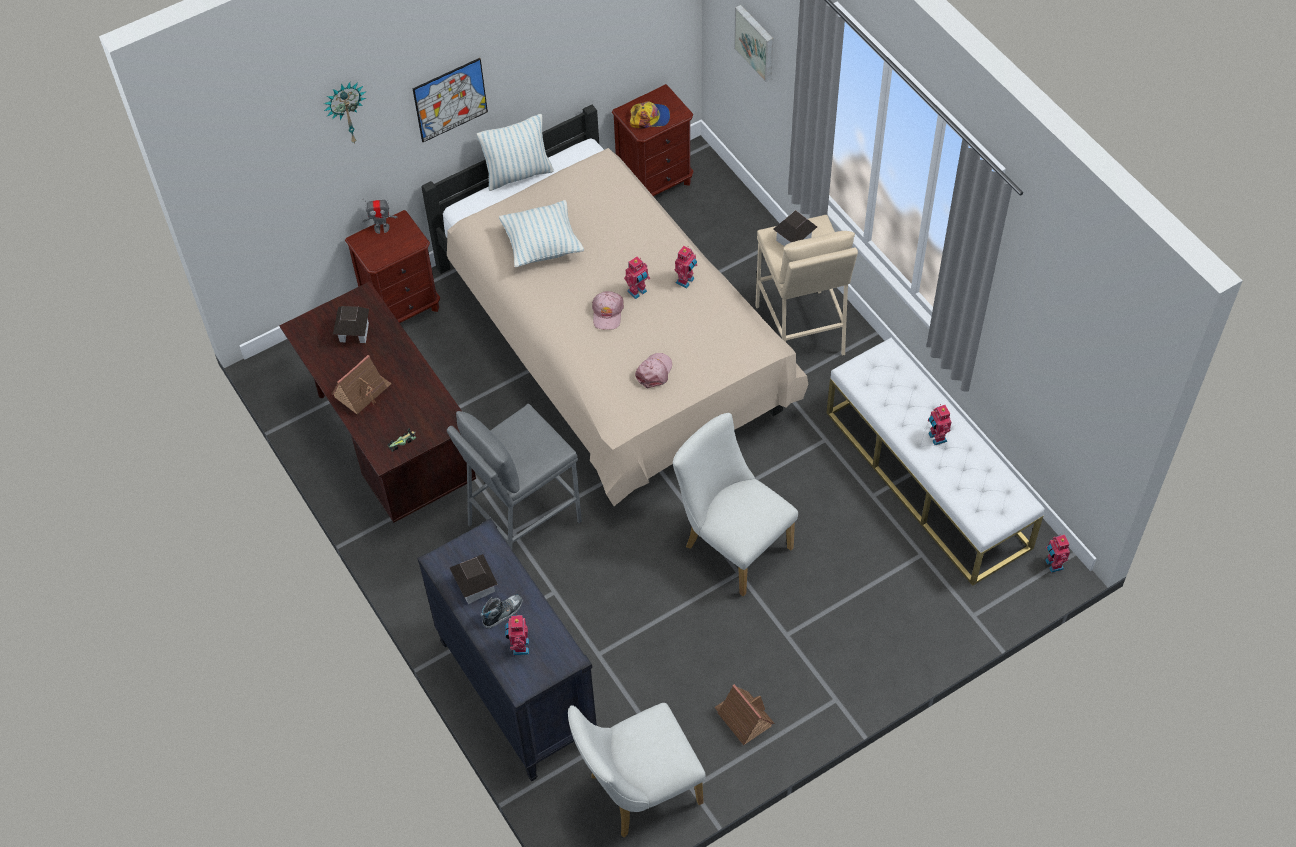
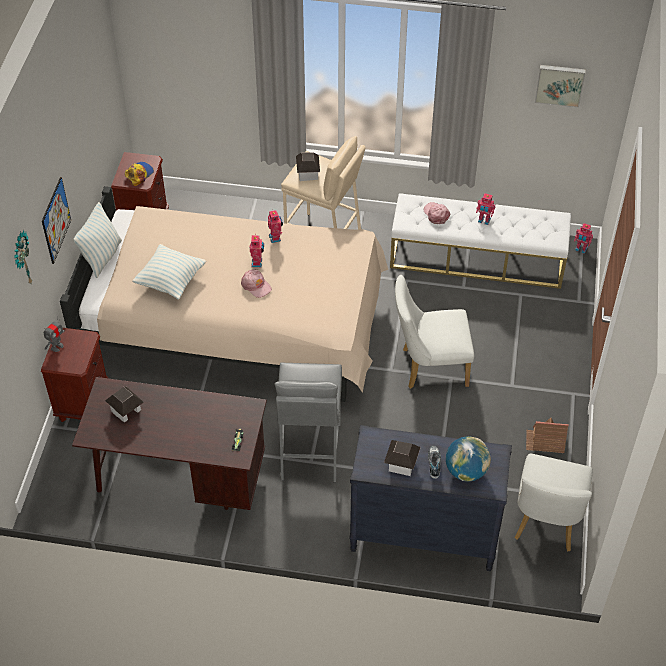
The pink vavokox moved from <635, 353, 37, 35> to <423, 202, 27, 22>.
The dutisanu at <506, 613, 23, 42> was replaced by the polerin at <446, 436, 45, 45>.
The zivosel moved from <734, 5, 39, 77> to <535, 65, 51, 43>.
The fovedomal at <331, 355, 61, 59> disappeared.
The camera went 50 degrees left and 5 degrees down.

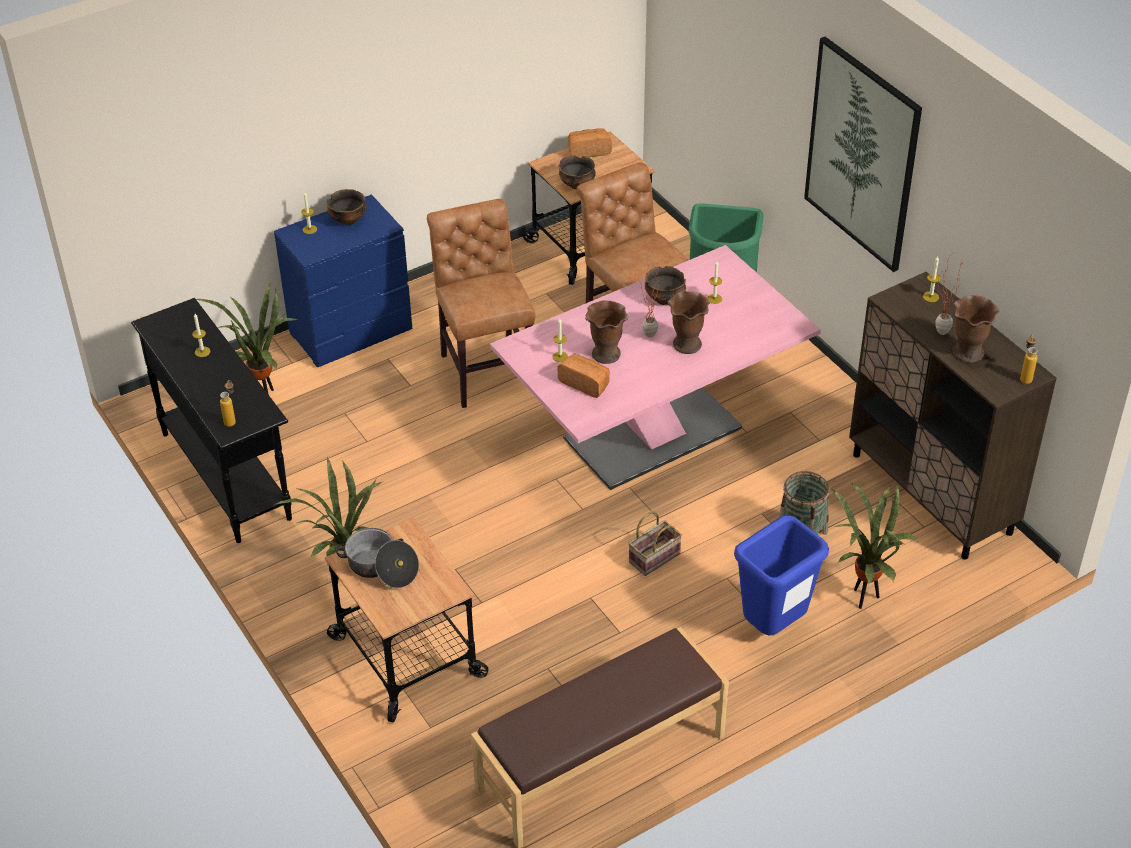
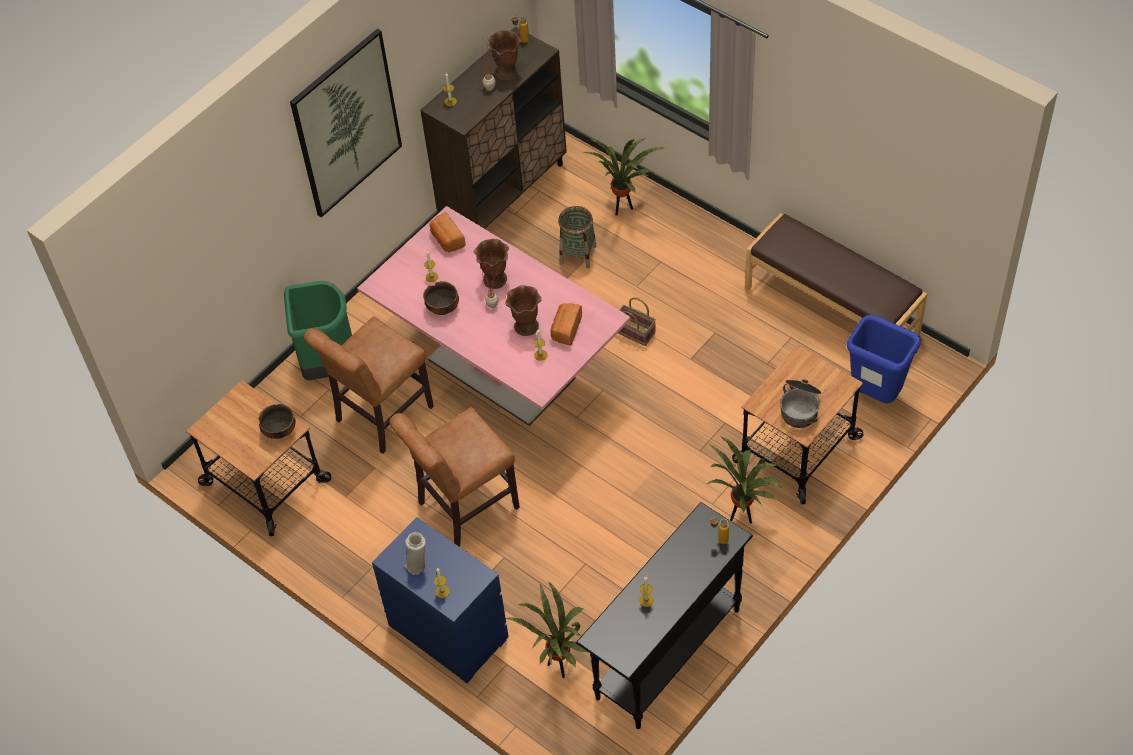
The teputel at <327, 189, 39, 36> was replaced by the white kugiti at <405, 532, 21, 43>.
The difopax moved from <568, 128, 44, 31> to <429, 212, 37, 40>.
The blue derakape moved from <734, 516, 95, 119> to <847, 315, 74, 88>.
The camera went 105 degrees left and 10 degrees up.

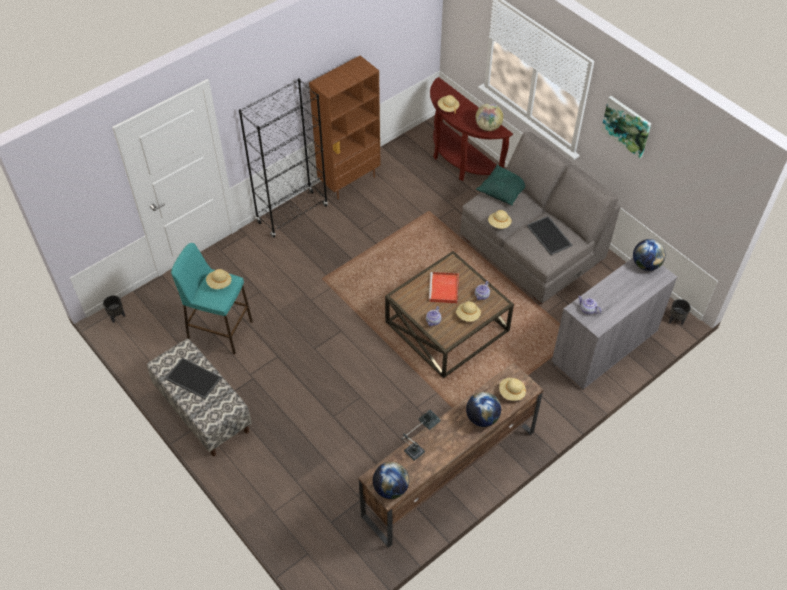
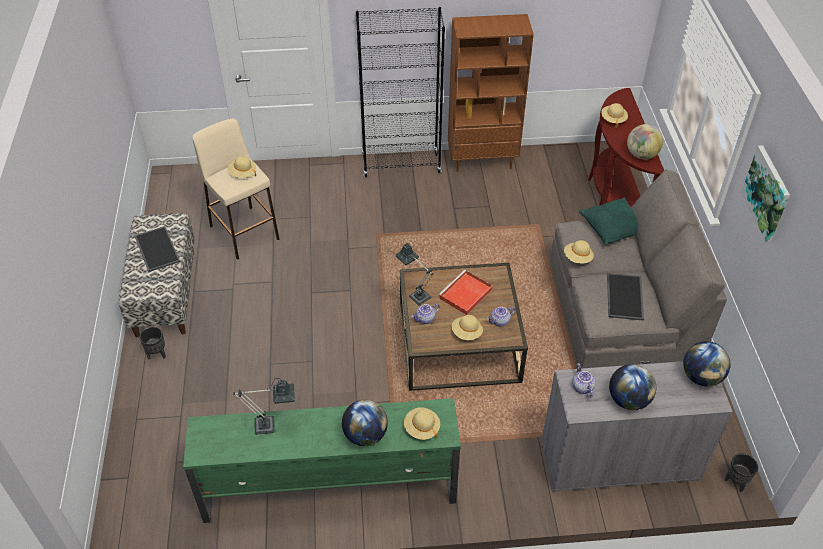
The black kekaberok moved from <103, 295, 22, 28> to <139, 327, 27, 32>.
The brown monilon at <358, 362, 185, 186> became the green monilon at <183, 398, 278, 125>.
The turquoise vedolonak at <171, 243, 82, 112> became the beige vedolonak at <192, 118, 87, 142>.
The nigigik at <395, 243, 39, 62> appeared.
The polerin moved from <373, 462, 36, 37> to <609, 364, 48, 46>.
The camera went 35 degrees right and 5 degrees down.

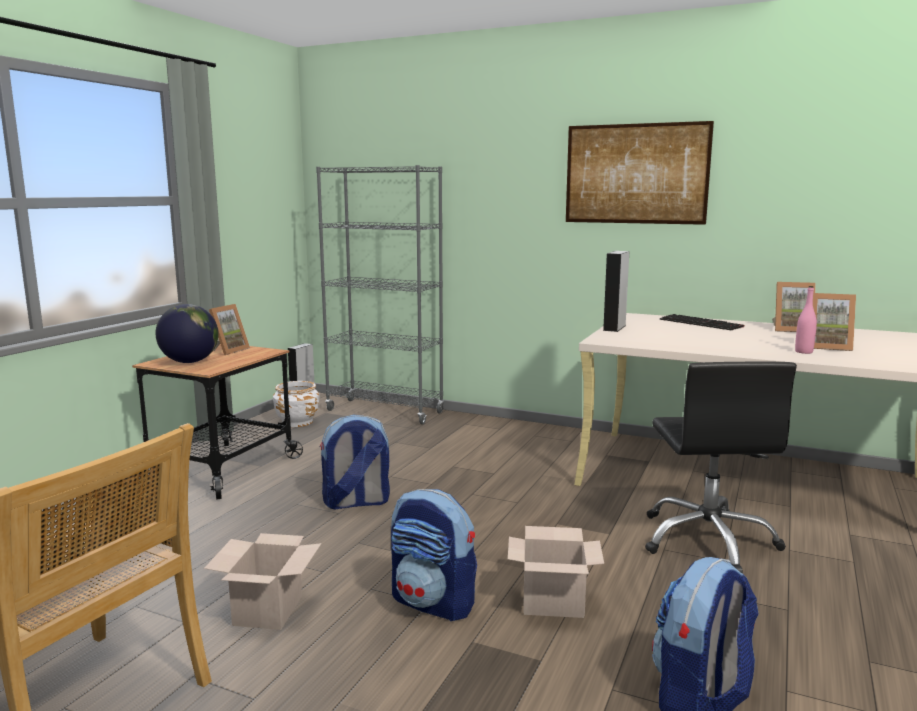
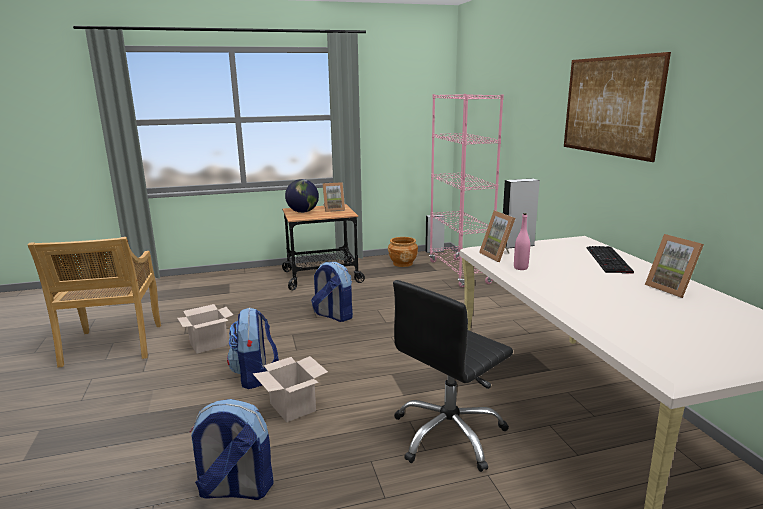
The white kekaberok at <273, 381, 46, 46> became the brown kekaberok at <388, 237, 30, 30>.
The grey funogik at <316, 165, 128, 260> became the pink funogik at <429, 94, 75, 193>.
The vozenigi moved from <813, 293, 43, 58> to <479, 211, 36, 51>.
The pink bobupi moved from <795, 286, 22, 68> to <514, 213, 16, 57>.
The camera went 50 degrees right and 5 degrees up.

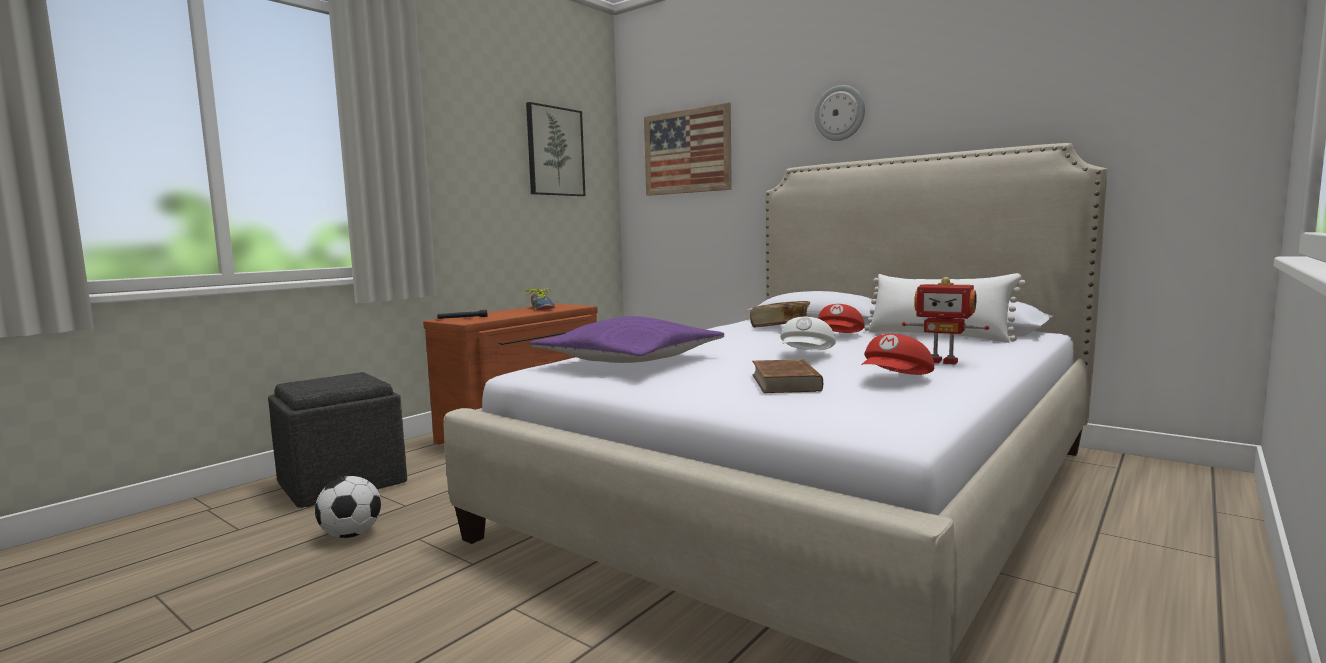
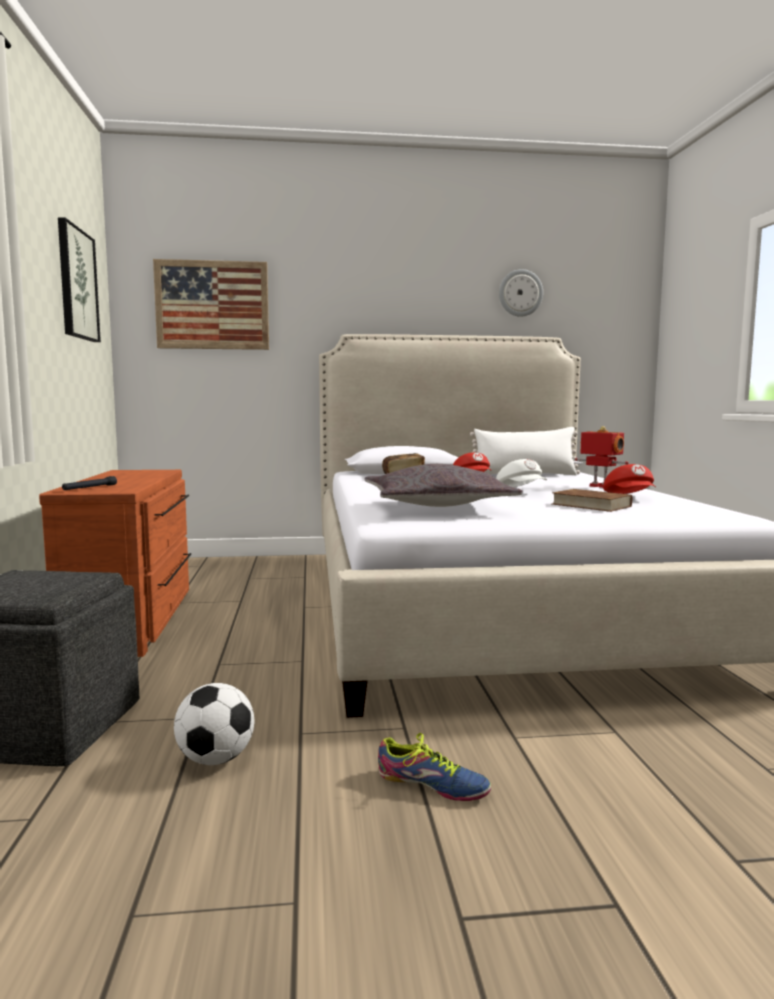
The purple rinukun at <530, 316, 194, 47> became the grey rinukun at <364, 464, 159, 43>.
The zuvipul moved from <525, 288, 30, 22> to <378, 733, 113, 68>.
The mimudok moved from <814, 85, 51, 56> to <499, 269, 44, 48>.
The dutisanu at <902, 277, 87, 88> turned 120 degrees counterclockwise.
The camera went 45 degrees left and 0 degrees up.

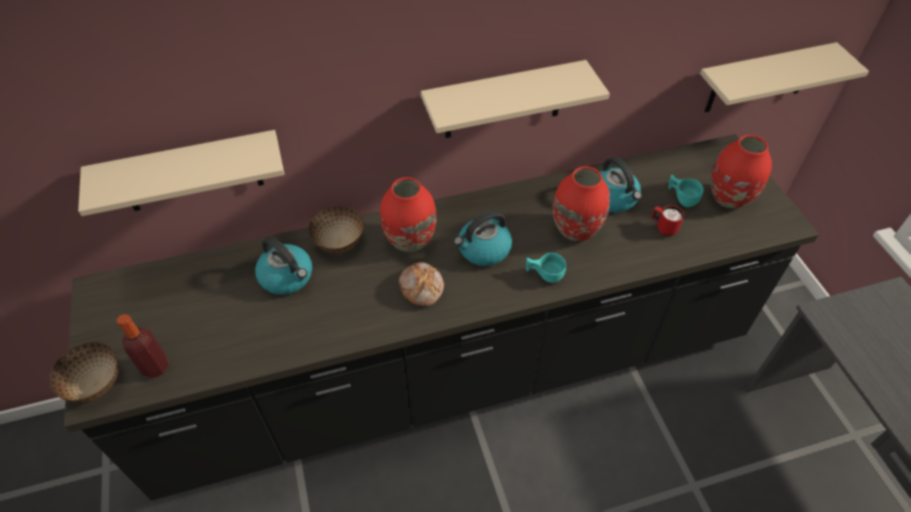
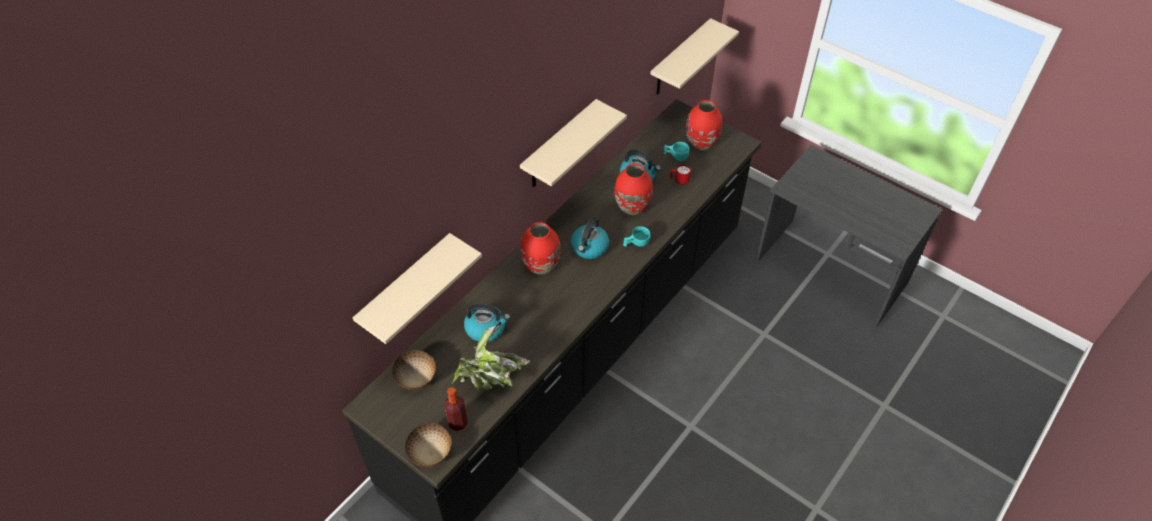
The teputel moved from <308, 206, 57, 47> to <392, 351, 44, 39>.
The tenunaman at <452, 322, 78, 68> appeared.
The difopax at <399, 262, 45, 45> disappeared.
The camera went 35 degrees left and 0 degrees up.

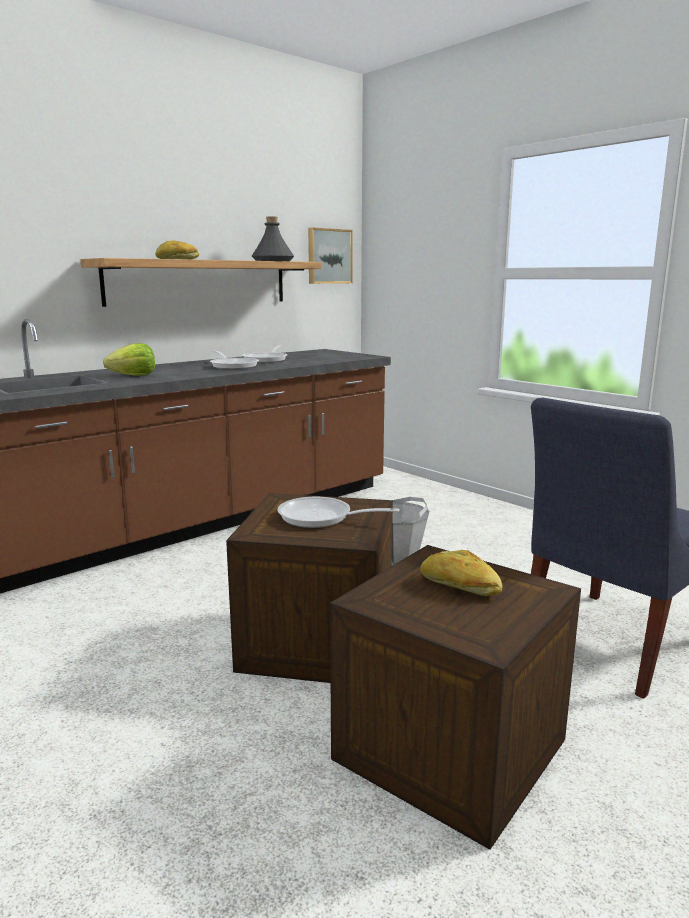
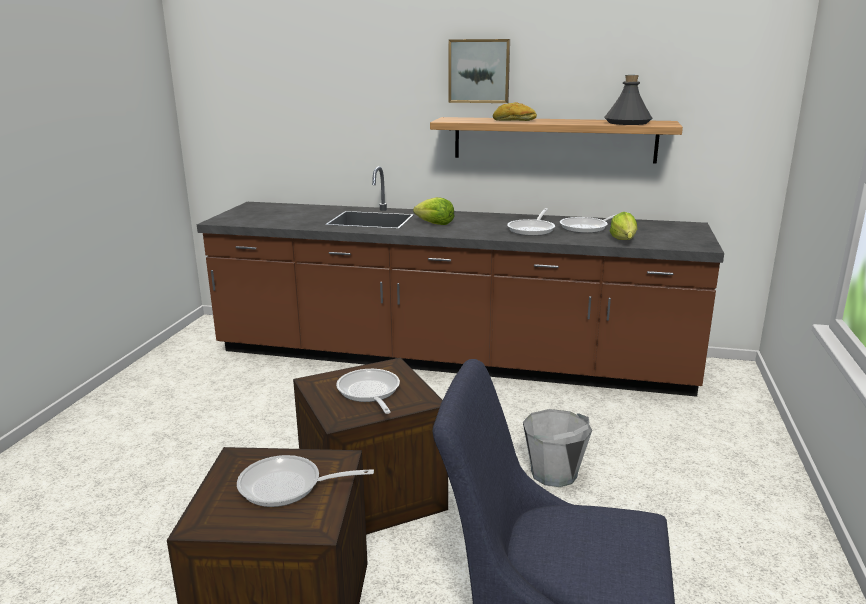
The difopax at <420, 550, 82, 46> was replaced by the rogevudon at <237, 455, 137, 52>.
The zivosel moved from <308, 227, 45, 57> to <449, 39, 61, 64>.
The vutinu at <610, 212, 27, 28> appeared.
The camera went 55 degrees right and 5 degrees up.

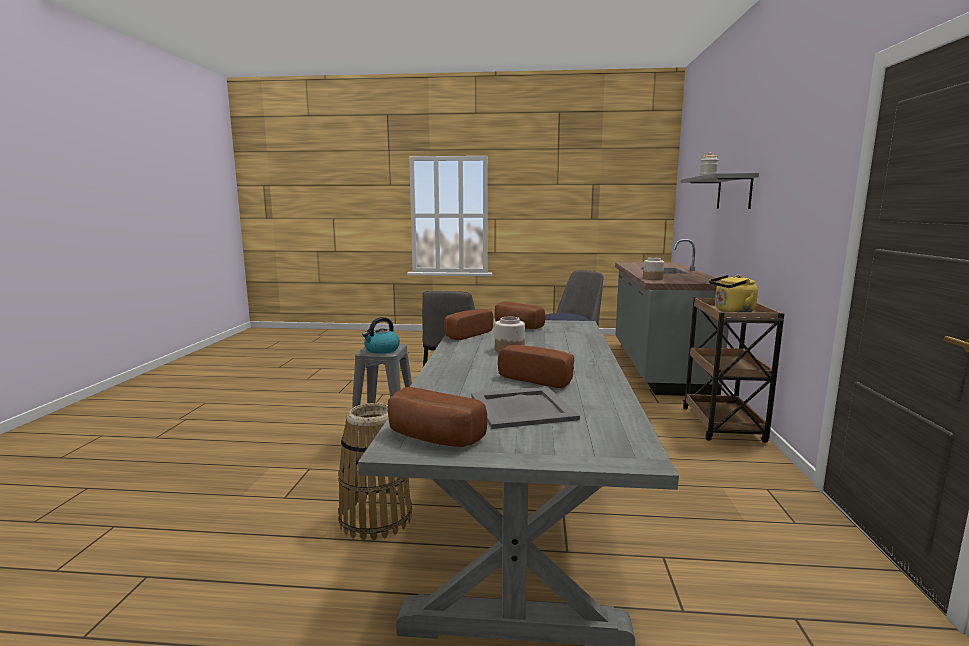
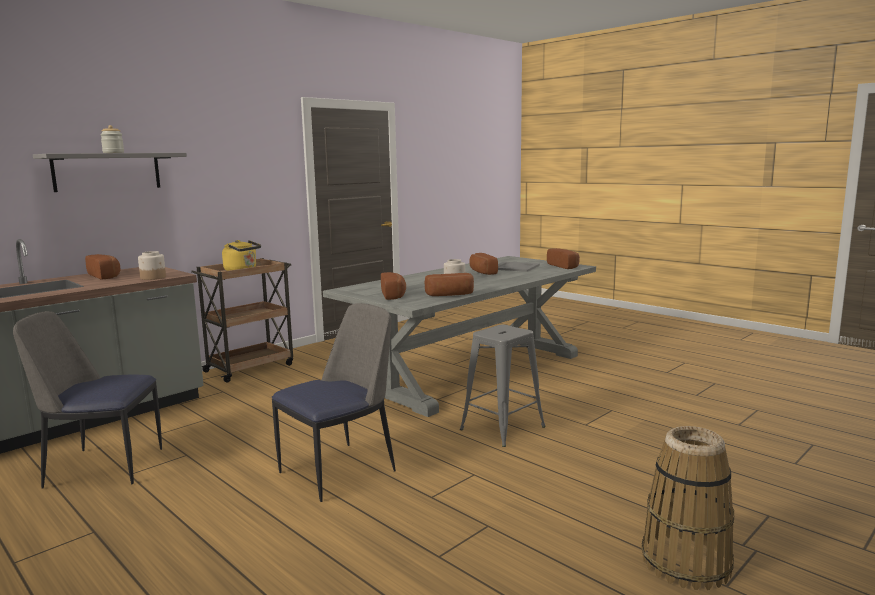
The difopax at <85, 254, 36, 25> appeared.
The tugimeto moved from <338, 403, 74, 137> to <641, 426, 93, 164>.
The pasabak at <362, 317, 38, 37> disappeared.
The camera went 140 degrees left and 0 degrees up.

